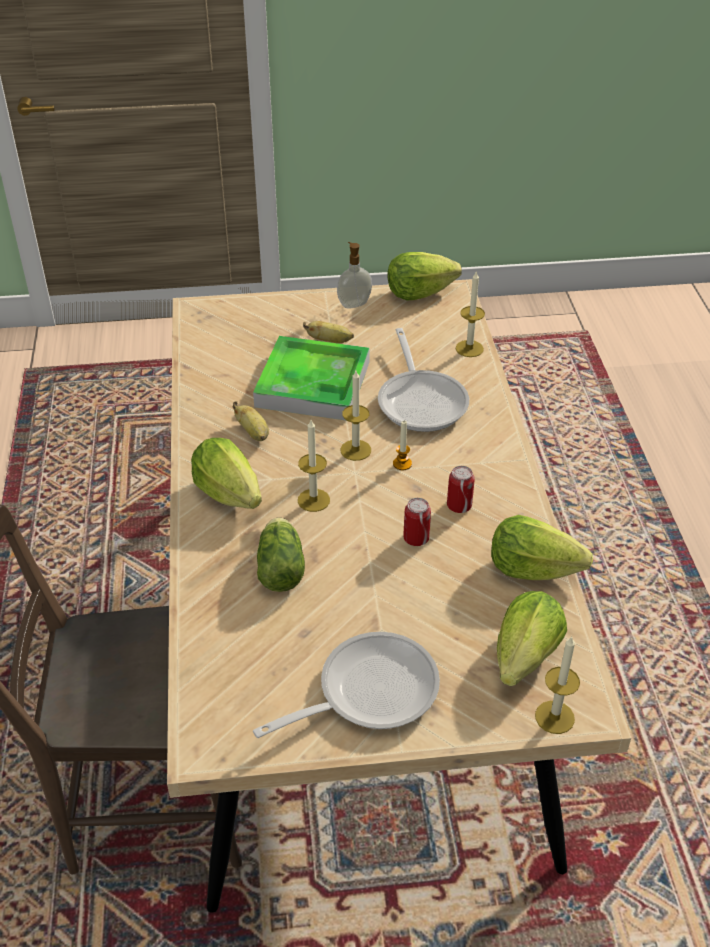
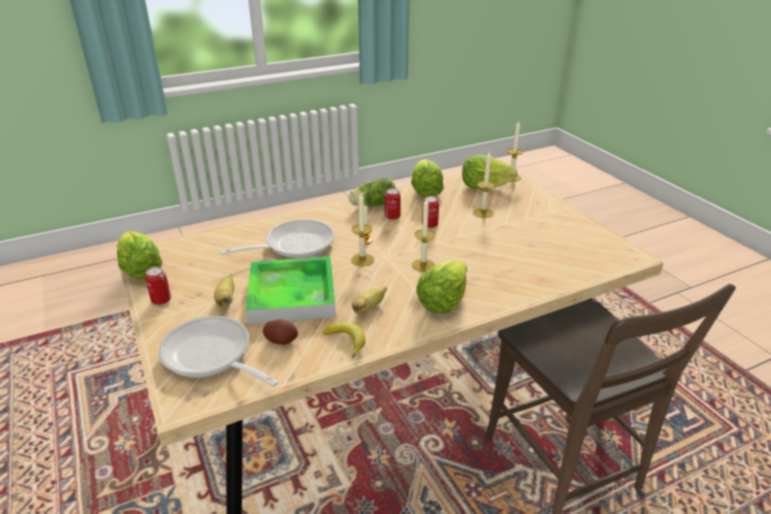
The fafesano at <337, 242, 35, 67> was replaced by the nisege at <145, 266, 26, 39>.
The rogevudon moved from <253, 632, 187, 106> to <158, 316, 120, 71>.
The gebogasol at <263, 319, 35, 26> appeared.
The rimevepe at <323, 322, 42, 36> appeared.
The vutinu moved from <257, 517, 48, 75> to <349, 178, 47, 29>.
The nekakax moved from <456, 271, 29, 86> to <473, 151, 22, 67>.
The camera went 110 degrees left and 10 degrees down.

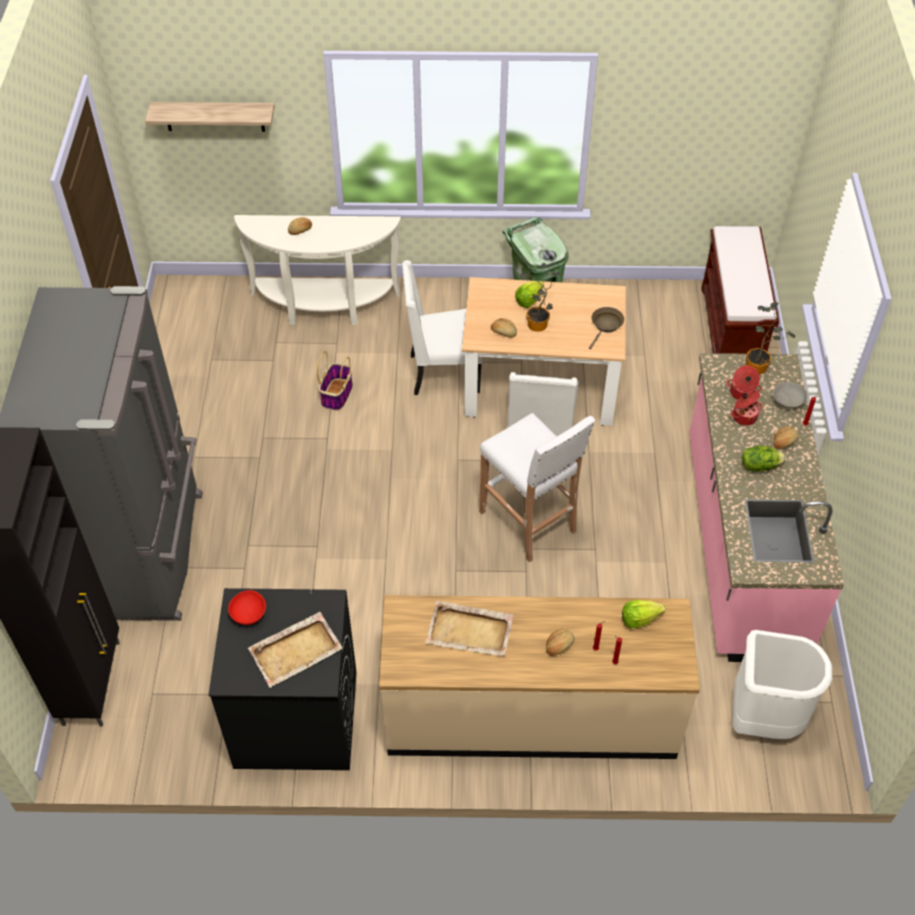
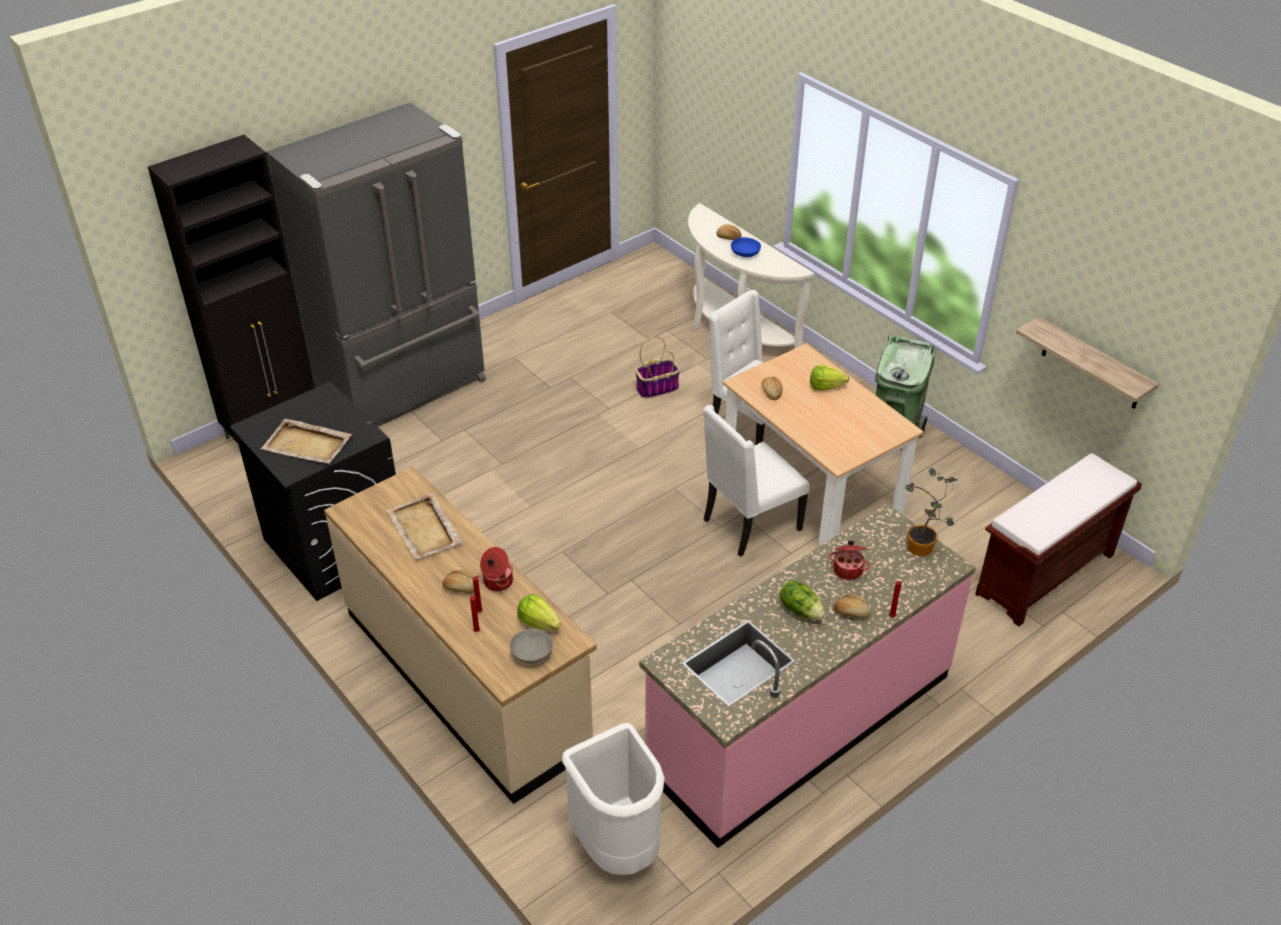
The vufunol moved from <727, 365, 35, 35> to <480, 547, 33, 44>.
The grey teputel moved from <773, 382, 34, 27> to <510, 629, 43, 35>.
The blue teputel at <731, 237, 30, 20> appeared.
The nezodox moved from <145, 102, 130, 30> to <1016, 316, 142, 93>.
The red teputel at <228, 590, 38, 35> disappeared.
The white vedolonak at <479, 413, 116, 149> disappeared.
The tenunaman at <520, 263, 41, 69> disappeared.
The brown rogevudon at <589, 307, 35, 42> disappeared.
The camera went 50 degrees right and 10 degrees down.

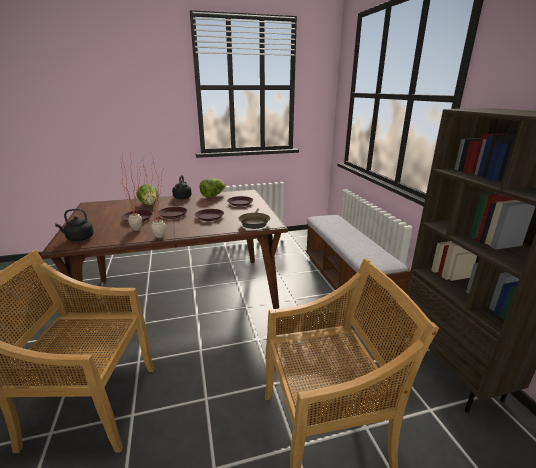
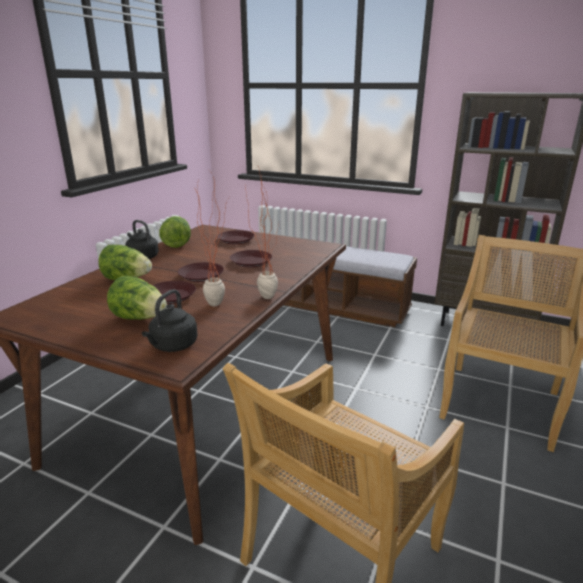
The vutinu at <107, 276, 60, 44> appeared.
The brown rogevudon at <238, 208, 32, 21> disappeared.
The camera went 50 degrees left and 0 degrees up.

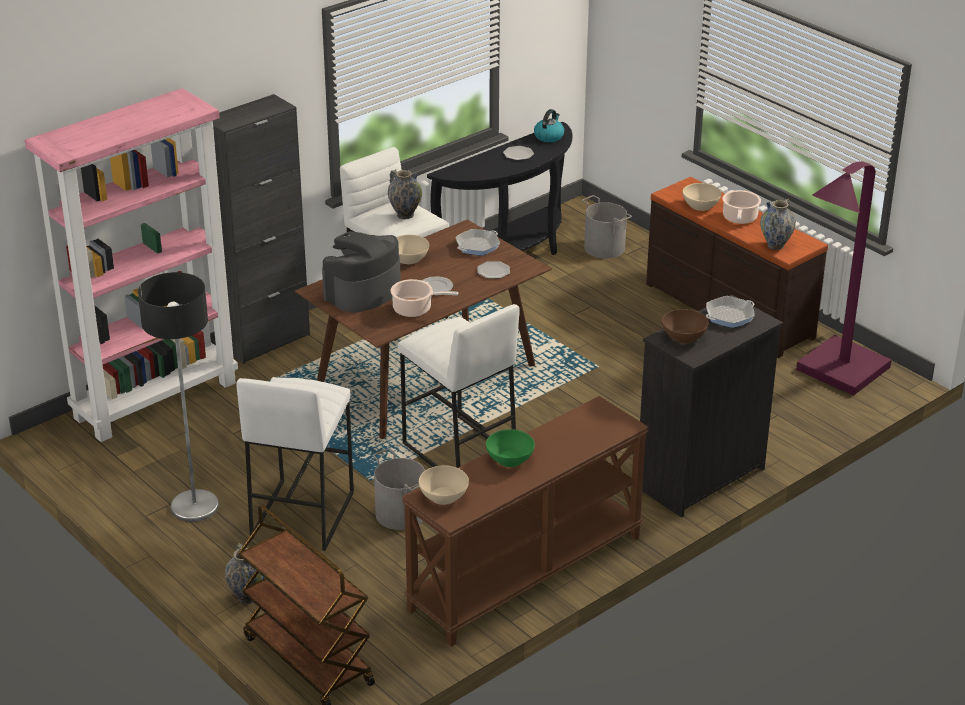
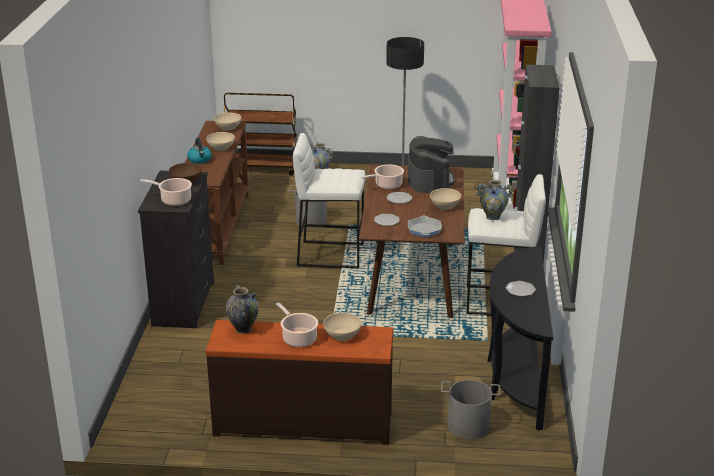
The rogevudon at <706, 296, 49, 32> was replaced by the vufunol at <140, 178, 52, 28>.
The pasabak moved from <534, 109, 30, 33> to <187, 138, 25, 26>.
The green teputel at <486, 429, 49, 38> became the beige teputel at <206, 132, 29, 19>.
The white vedolonak at <236, 377, 118, 174> disappeared.
The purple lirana at <796, 162, 96, 234> disappeared.
The camera went 135 degrees right and 5 degrees down.

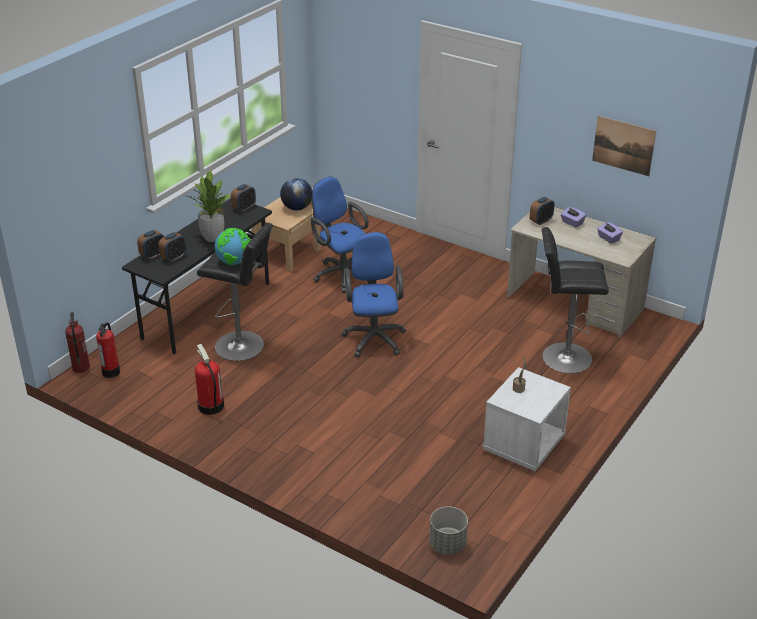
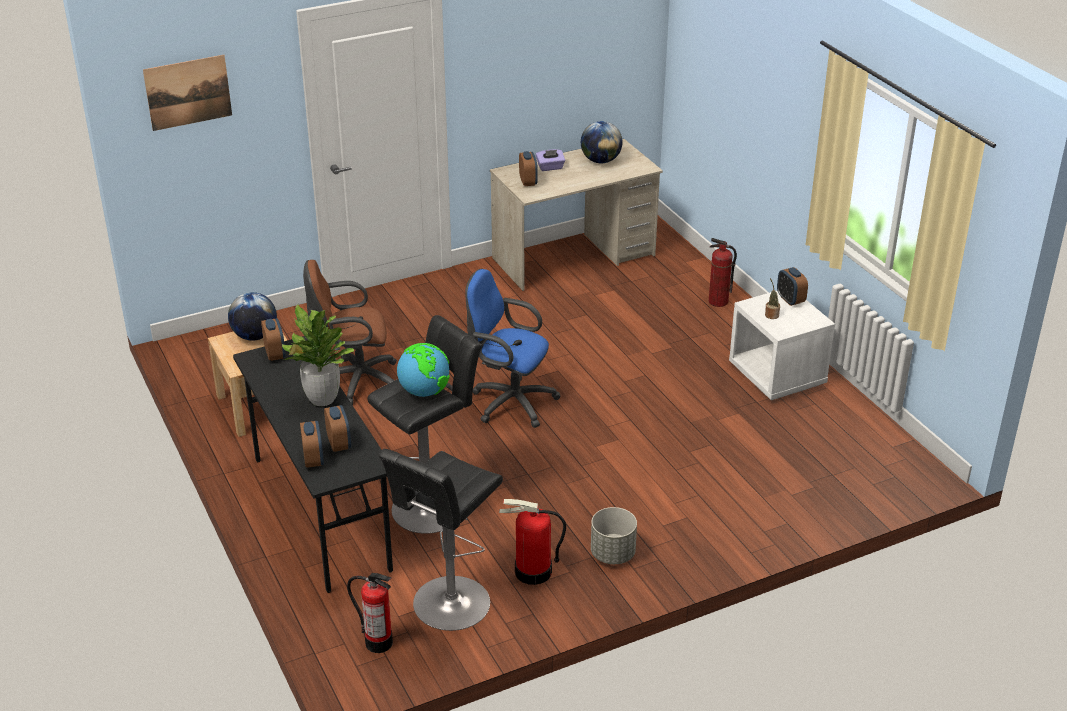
The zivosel moved from <592, 116, 64, 60> to <143, 55, 89, 76>.
The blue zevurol at <311, 177, 58, 116> became the brown zevurol at <303, 260, 94, 145>.
The black vedolonak moved from <542, 227, 67, 146> to <379, 449, 124, 182>.
The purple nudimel at <597, 222, 26, 22> was replaced by the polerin at <581, 121, 42, 42>.
The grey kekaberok moved from <430, 507, 38, 48> to <591, 507, 46, 57>.
The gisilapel moved from <65, 312, 25, 61> to <709, 238, 28, 69>.
The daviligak at <777, 267, 31, 39> appeared.
The camera went 60 degrees left and 0 degrees up.

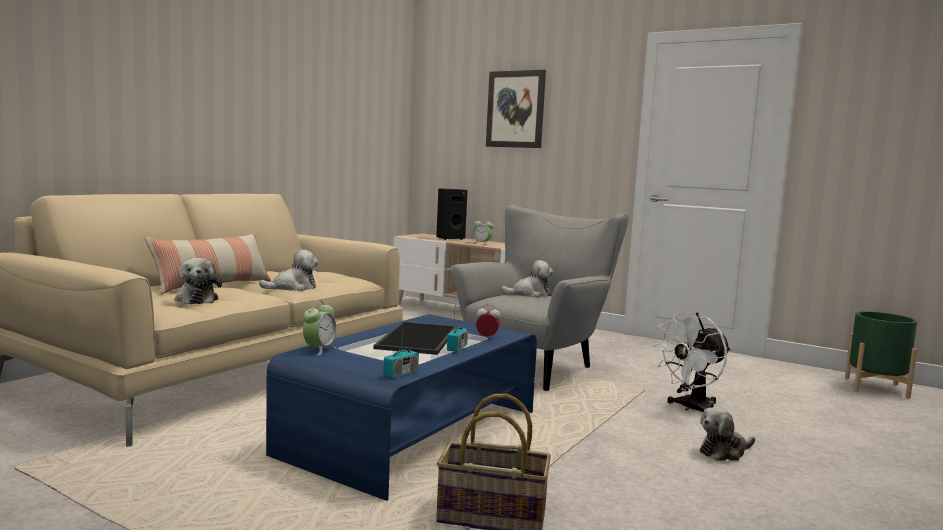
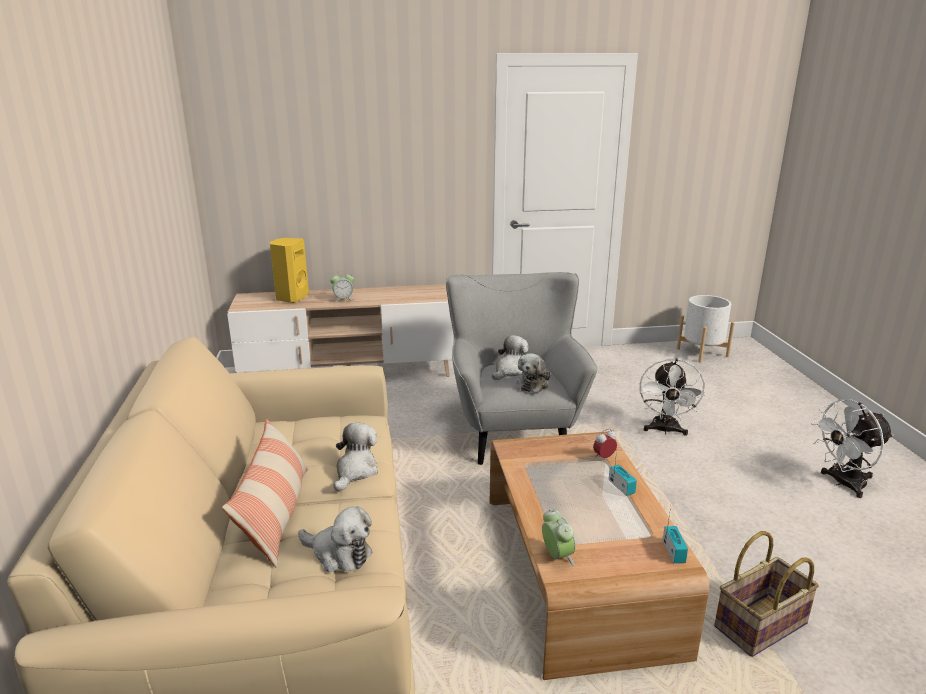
The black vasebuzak at <436, 189, 32, 51> became the yellow vasebuzak at <270, 238, 39, 65>.
The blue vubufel at <266, 314, 271, 187> became the brown vubufel at <490, 432, 219, 248>.
The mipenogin moved from <700, 407, 55, 54> to <516, 353, 35, 40>.
The green kekaberok at <845, 311, 73, 87> became the white kekaberok at <677, 295, 57, 67>.
The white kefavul at <811, 399, 82, 99> appeared.
The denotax at <373, 322, 85, 33> disappeared.
The zivosel at <486, 70, 60, 78> disappeared.
The camera went 40 degrees left and 15 degrees up.

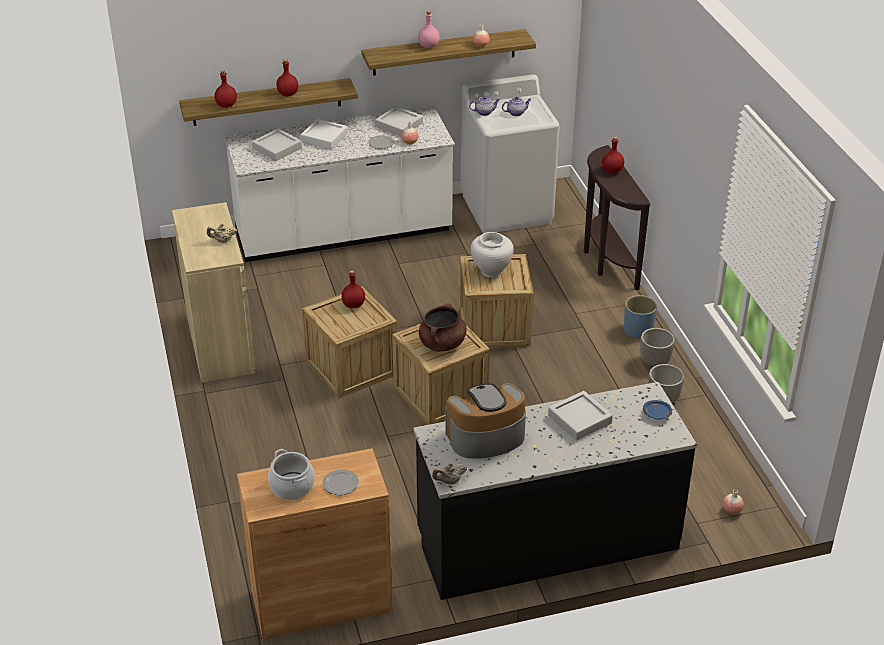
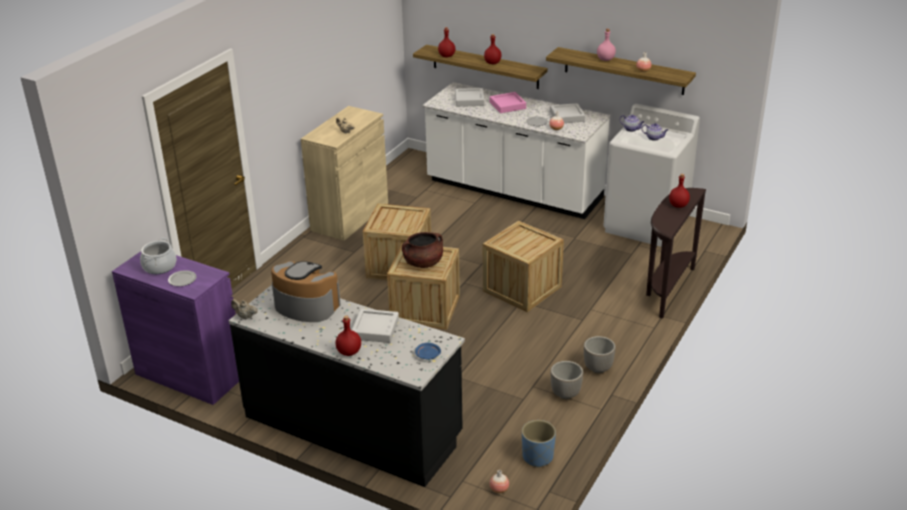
The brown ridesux at <237, 448, 155, 191> became the purple ridesux at <112, 251, 127, 154>.
The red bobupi moved from <342, 270, 23, 38> to <336, 316, 25, 40>.
The white denotax at <300, 119, 48, 30> became the pink denotax at <490, 92, 36, 21>.
The blue kekaberok moved from <624, 295, 33, 43> to <522, 420, 34, 48>.
The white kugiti at <471, 232, 43, 46> disappeared.
The camera went 45 degrees right and 5 degrees down.

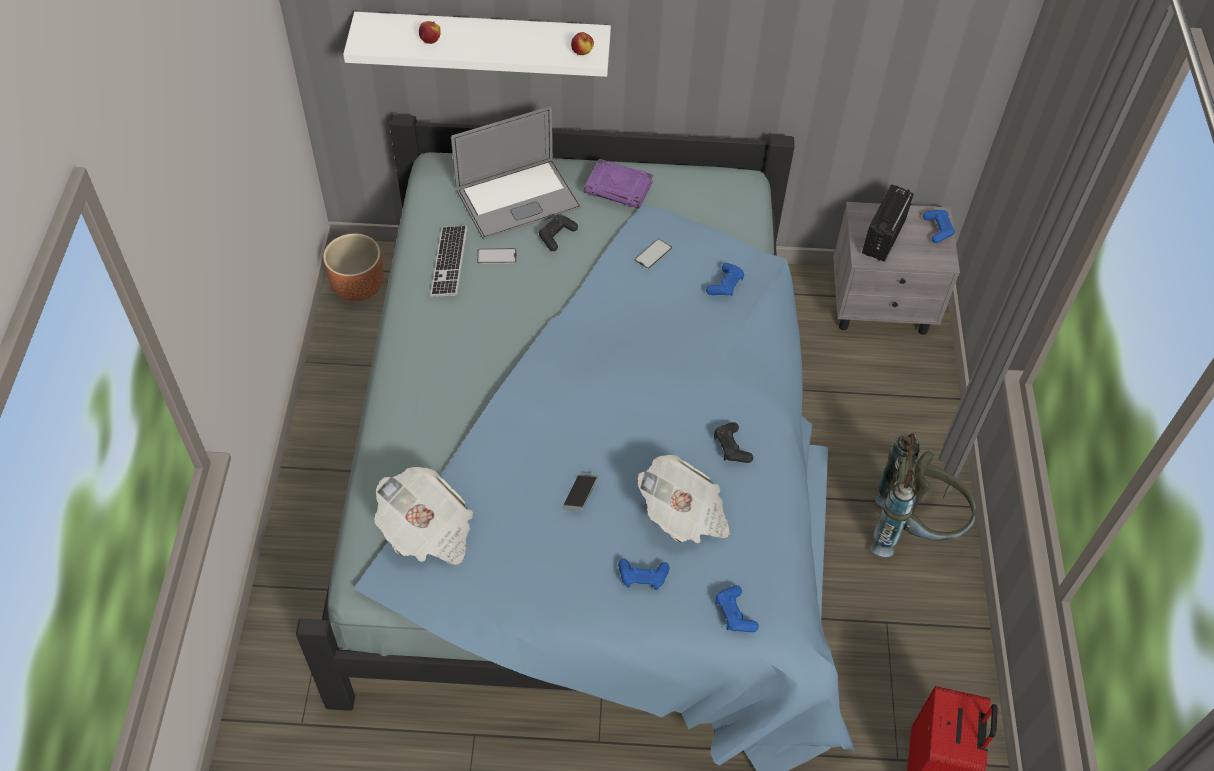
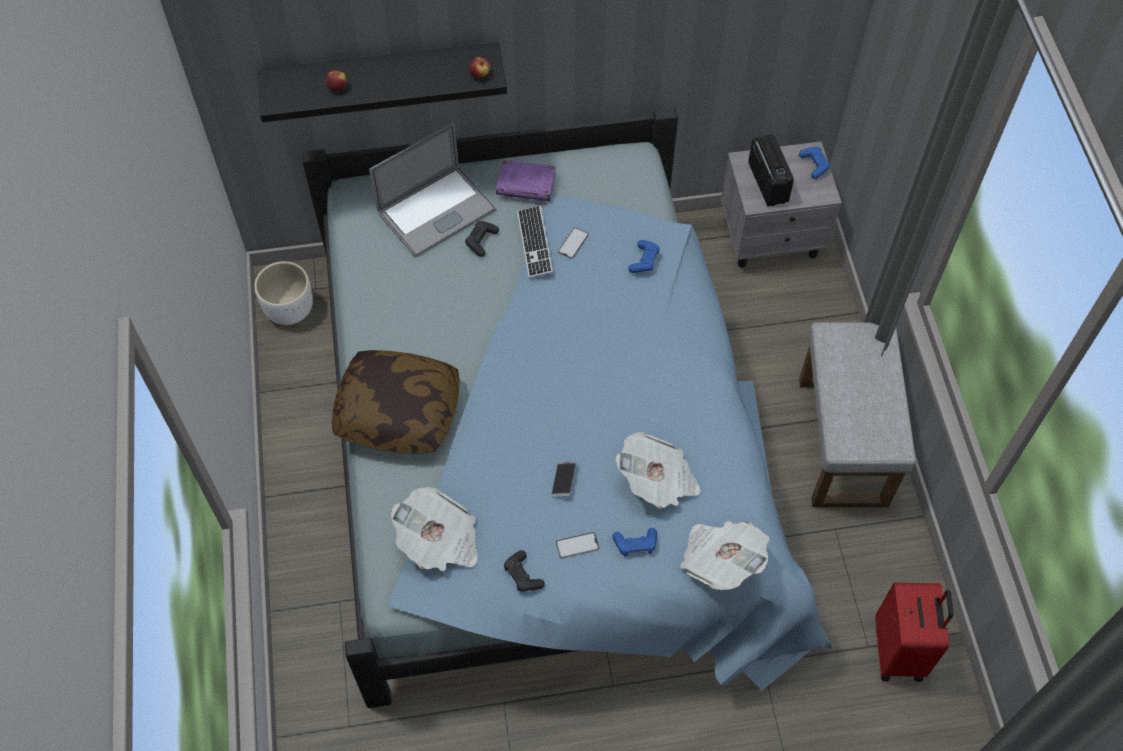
The brown kekaberok at <323, 234, 61, 67> became the white kekaberok at <254, 261, 59, 64>.
The white nezodox at <343, 12, 268, 65> became the black nezodox at <258, 42, 249, 80>.
The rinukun at <331, 350, 129, 104> appeared.
The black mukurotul moved from <714, 422, 39, 41> to <504, 550, 41, 41>.
The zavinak moved from <430, 225, 38, 72> to <517, 205, 36, 73>.
The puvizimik moved from <477, 248, 39, 16> to <556, 532, 43, 27>.
The blue mukurotul at <715, 585, 44, 47> was replaced by the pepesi at <680, 521, 89, 69>.
The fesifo at <862, 184, 52, 78> turned 150 degrees clockwise.
The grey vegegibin at <870, 432, 106, 125> was replaced by the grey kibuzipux at <799, 322, 117, 185>.
The camera went 10 degrees left and 5 degrees up.

